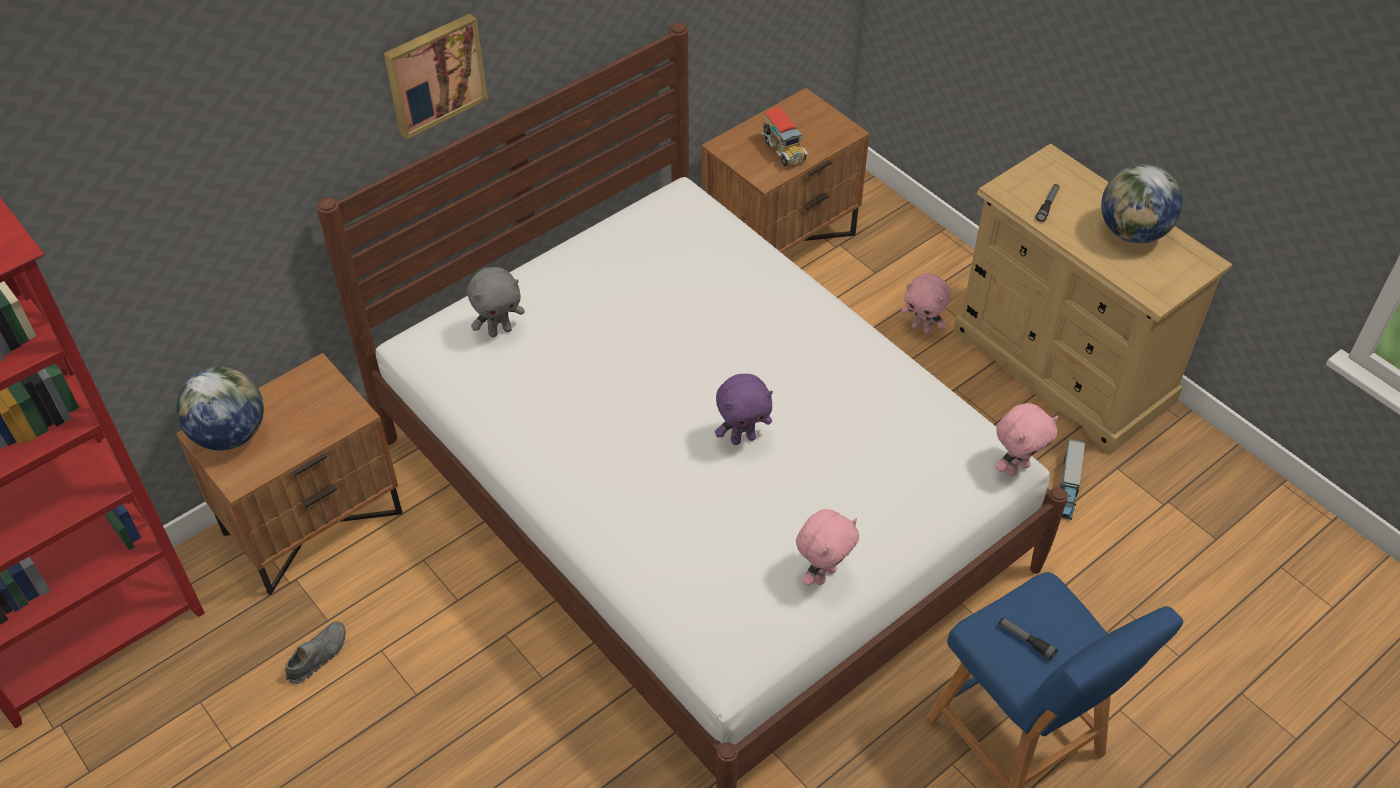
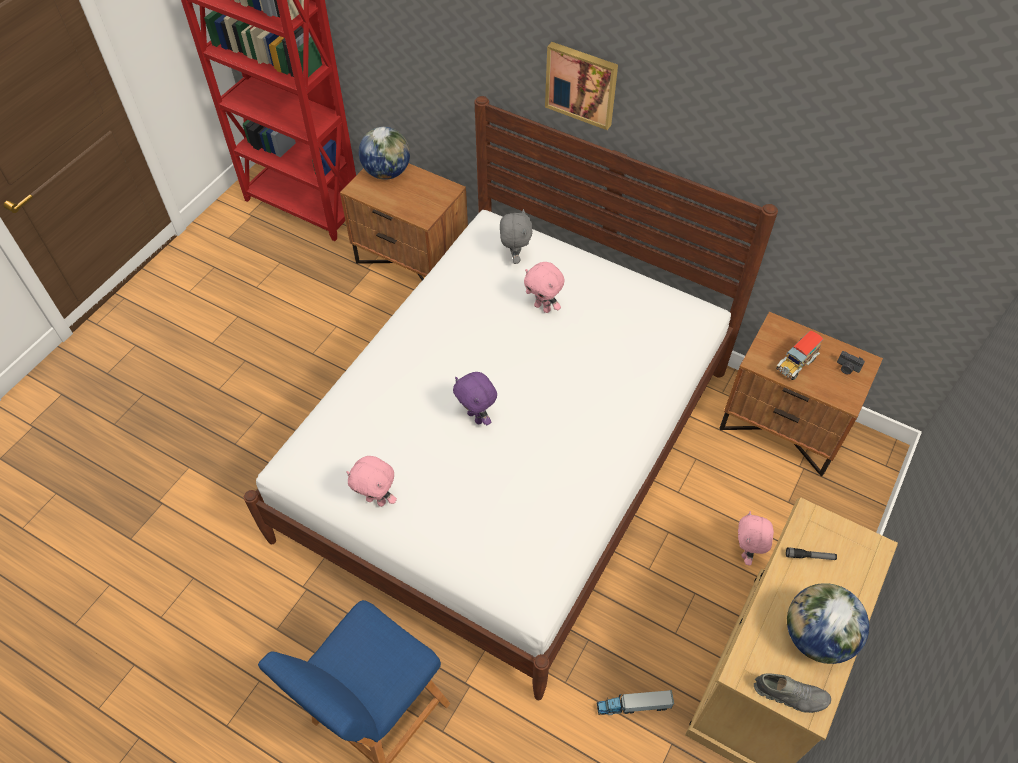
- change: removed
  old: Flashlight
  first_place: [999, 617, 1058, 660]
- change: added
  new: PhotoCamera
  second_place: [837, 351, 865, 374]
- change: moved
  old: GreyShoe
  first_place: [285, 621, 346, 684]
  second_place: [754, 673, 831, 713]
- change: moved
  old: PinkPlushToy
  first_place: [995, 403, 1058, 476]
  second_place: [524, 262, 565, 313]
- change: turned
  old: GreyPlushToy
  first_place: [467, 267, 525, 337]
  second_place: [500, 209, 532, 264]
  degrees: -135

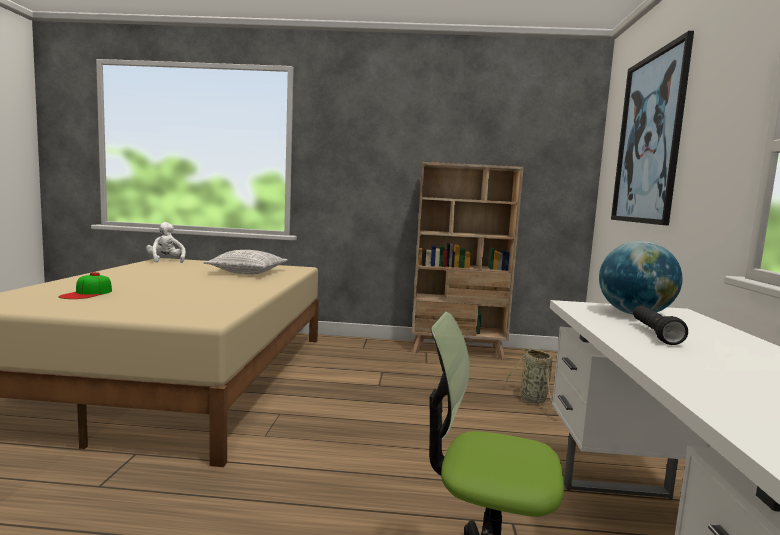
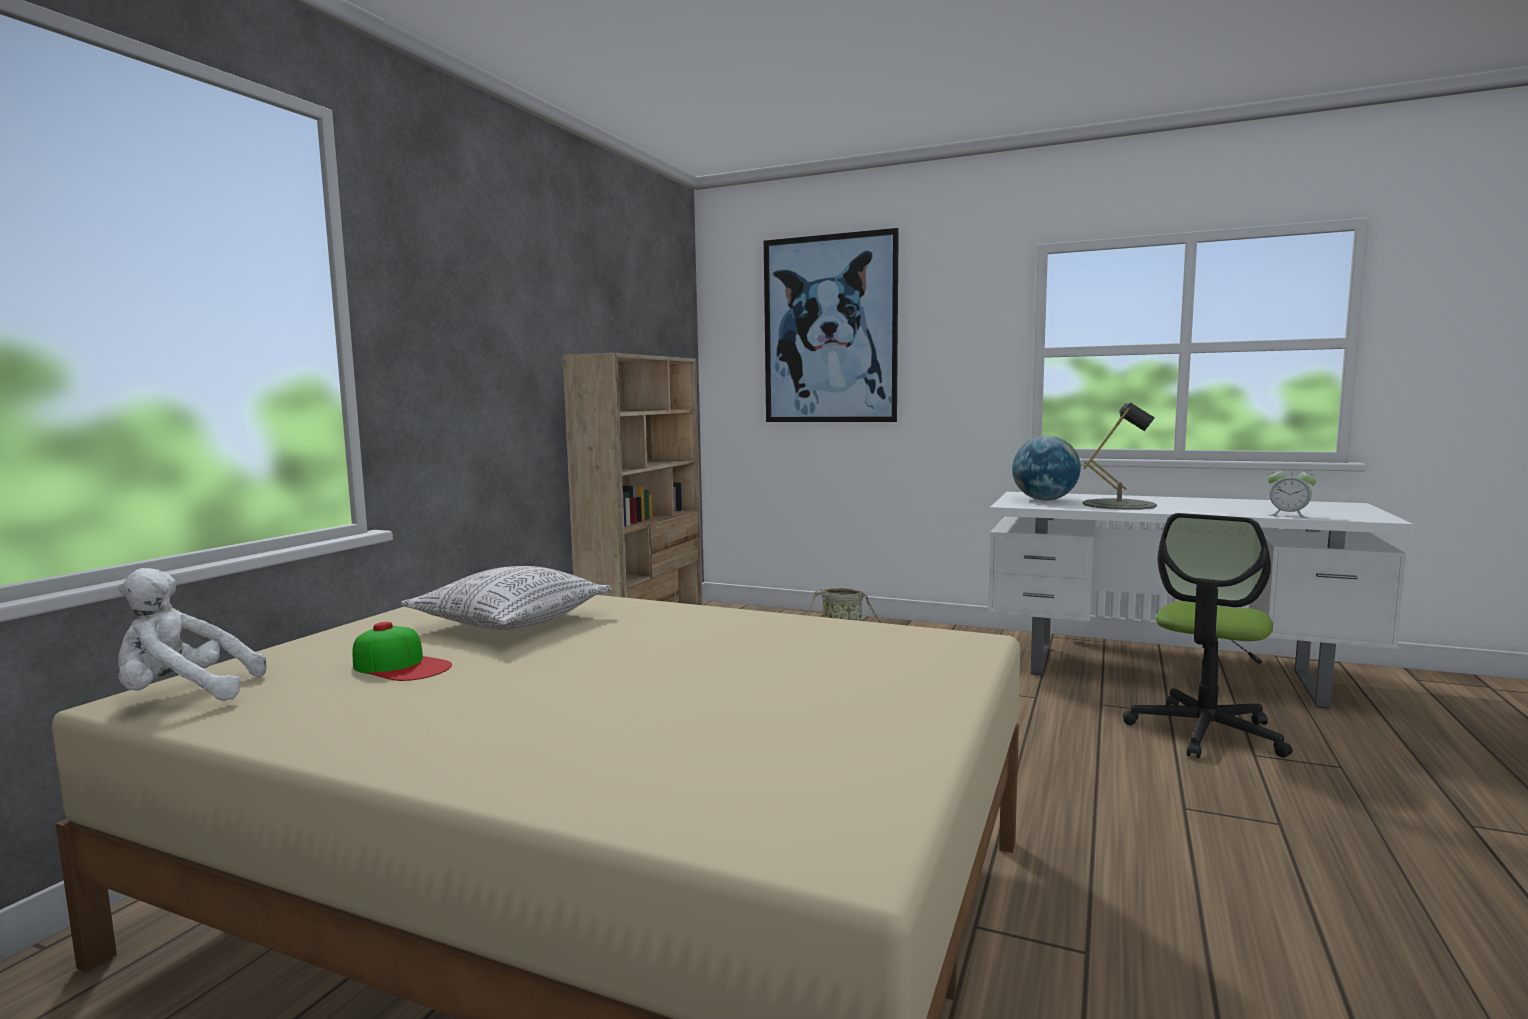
- change: added
  new: AlarmClock
  second_place: [1268, 465, 1316, 518]
- change: moved
  old: Cap
  first_place: [59, 272, 112, 299]
  second_place: [353, 622, 452, 681]
- change: replaced
  old: BlackFlashlight
  new: GreyTableLamp
  first_place: [633, 305, 688, 345]
  second_place: [1083, 402, 1157, 510]

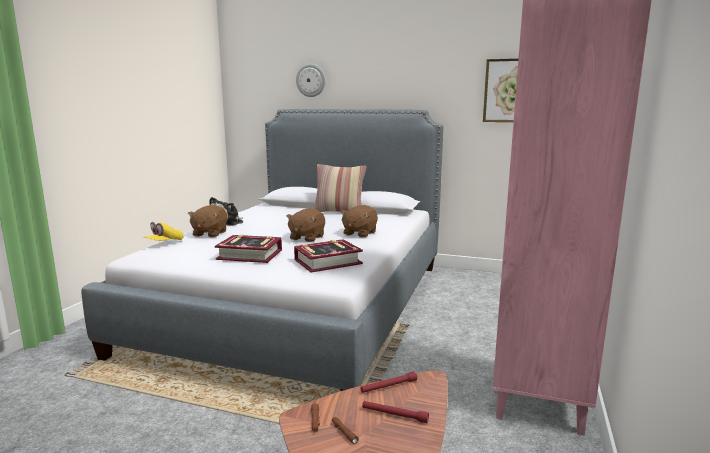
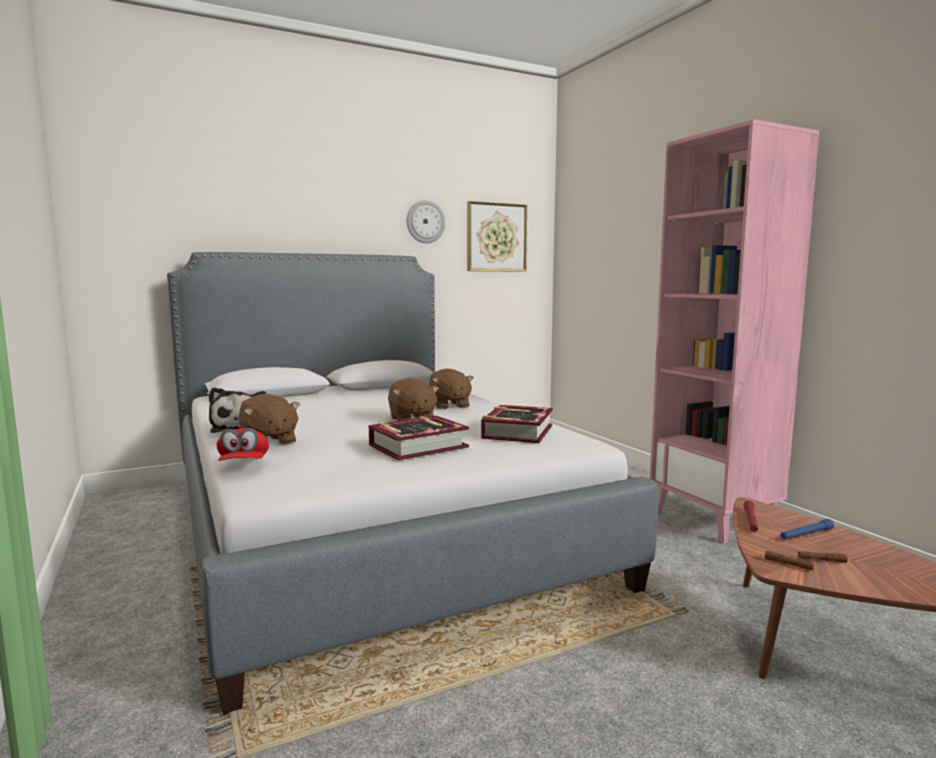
- change: removed
  old: Pillow
  first_place: [313, 164, 366, 212]
- change: moved
  old: WallClock
  first_place: [296, 64, 325, 97]
  second_place: [407, 200, 445, 243]
- change: recoloured
  old: YellowCap
  new: RedCap
  first_place: [144, 222, 184, 241]
  second_place: [216, 428, 269, 461]
- change: recoloured
  old: RedFlashlight
  new: BlueFlashlight
  first_place: [362, 401, 429, 423]
  second_place: [780, 519, 834, 540]

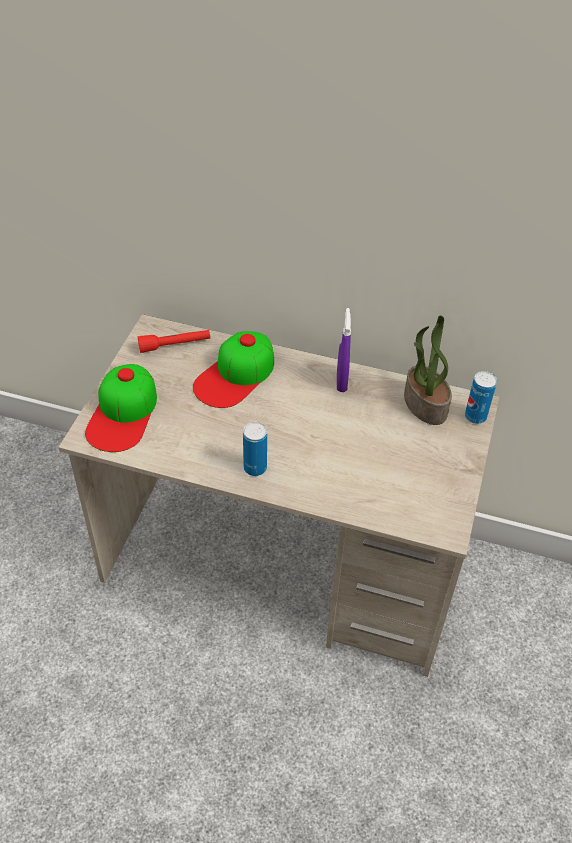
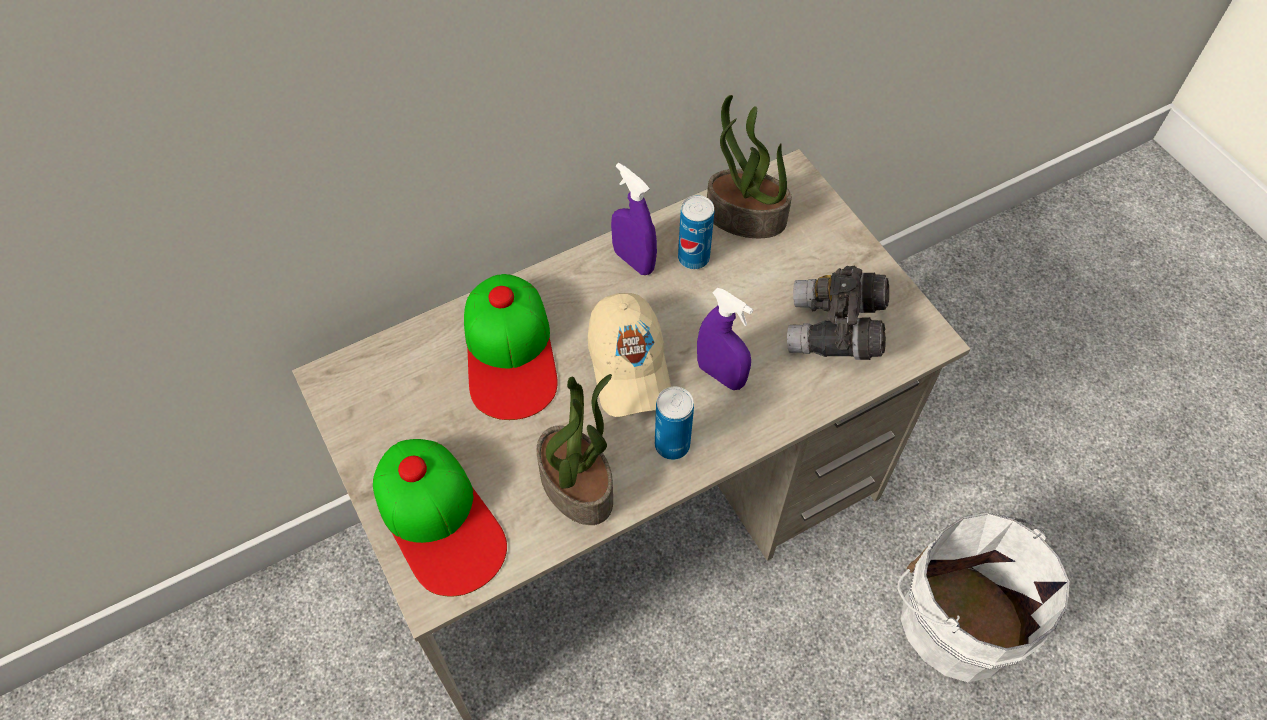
- change: removed
  old: RedFlashlight
  first_place: [138, 330, 210, 353]
- change: added
  new: PottedPlant
  second_place: [536, 374, 613, 525]
- change: added
  new: BeigeCap
  second_place: [588, 293, 671, 417]
- change: added
  new: PurpleSprayBottle
  second_place: [697, 288, 753, 390]
- change: added
  new: GreyBinoculars
  second_place: [787, 266, 889, 360]
- change: added
  new: WhiteBucket
  second_place: [897, 512, 1070, 682]
- change: moved
  old: Can
  first_place: [465, 371, 497, 424]
  second_place: [678, 195, 715, 269]

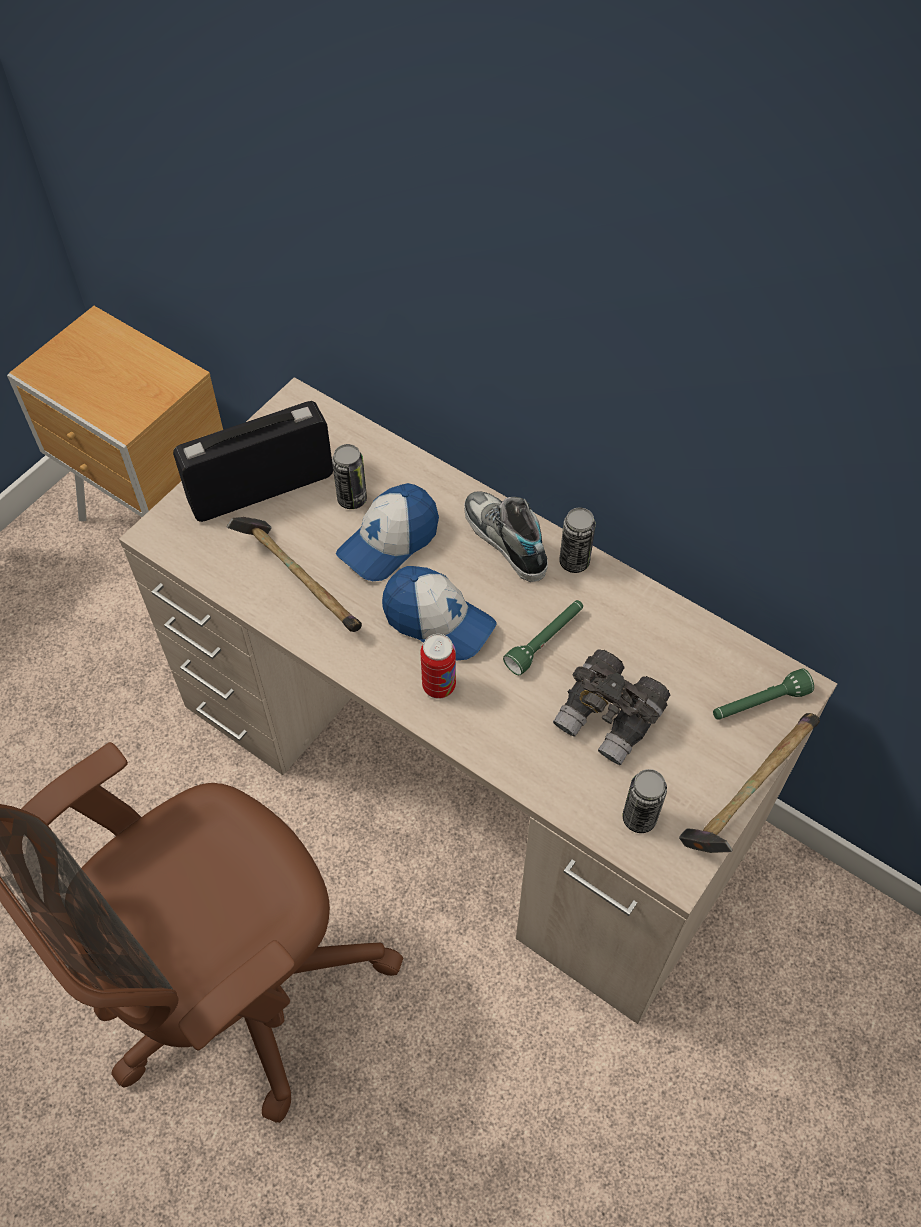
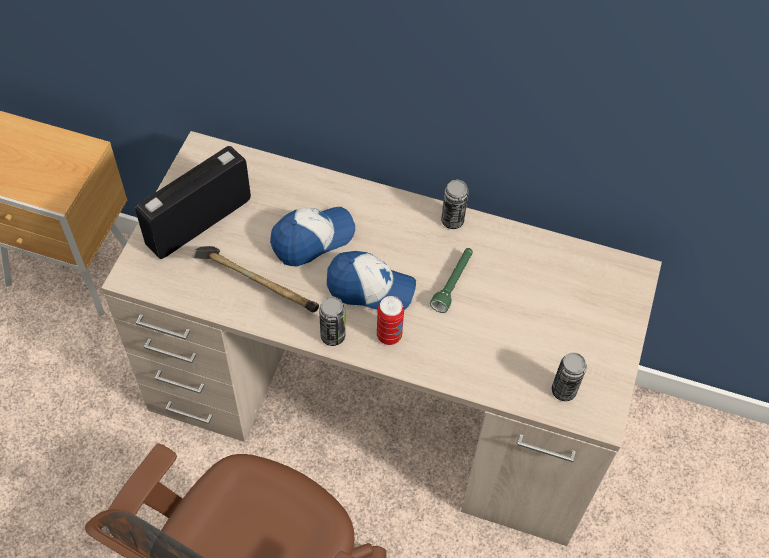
- change: removed
  old: Shoe
  first_place: [464, 491, 548, 582]
- change: removed
  old: GreyBinoculars
  first_place: [553, 649, 670, 765]
- change: removed
  old: Hammer
  first_place: [679, 713, 820, 853]
- change: removed
  old: GreenFlashlight
  first_place: [713, 669, 814, 720]
- change: moved
  old: Can
  first_place: [332, 444, 367, 509]
  second_place: [319, 297, 345, 346]
- change: turned
  old: Cap
  first_place: [336, 483, 439, 581]
  second_place: [270, 207, 355, 267]
  degrees: -150

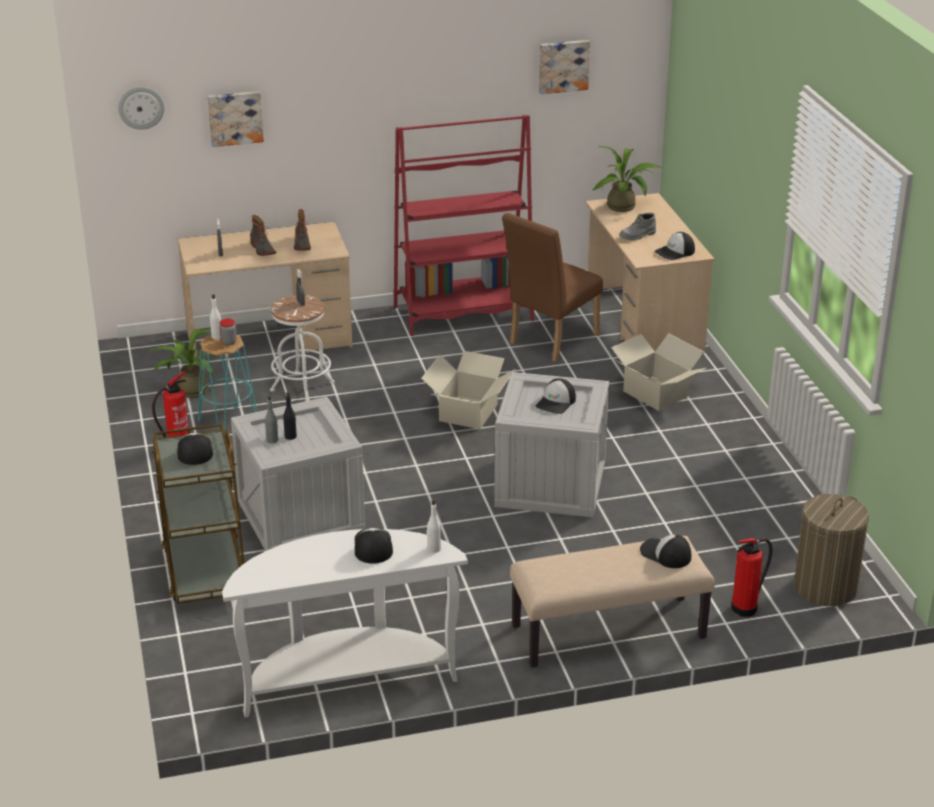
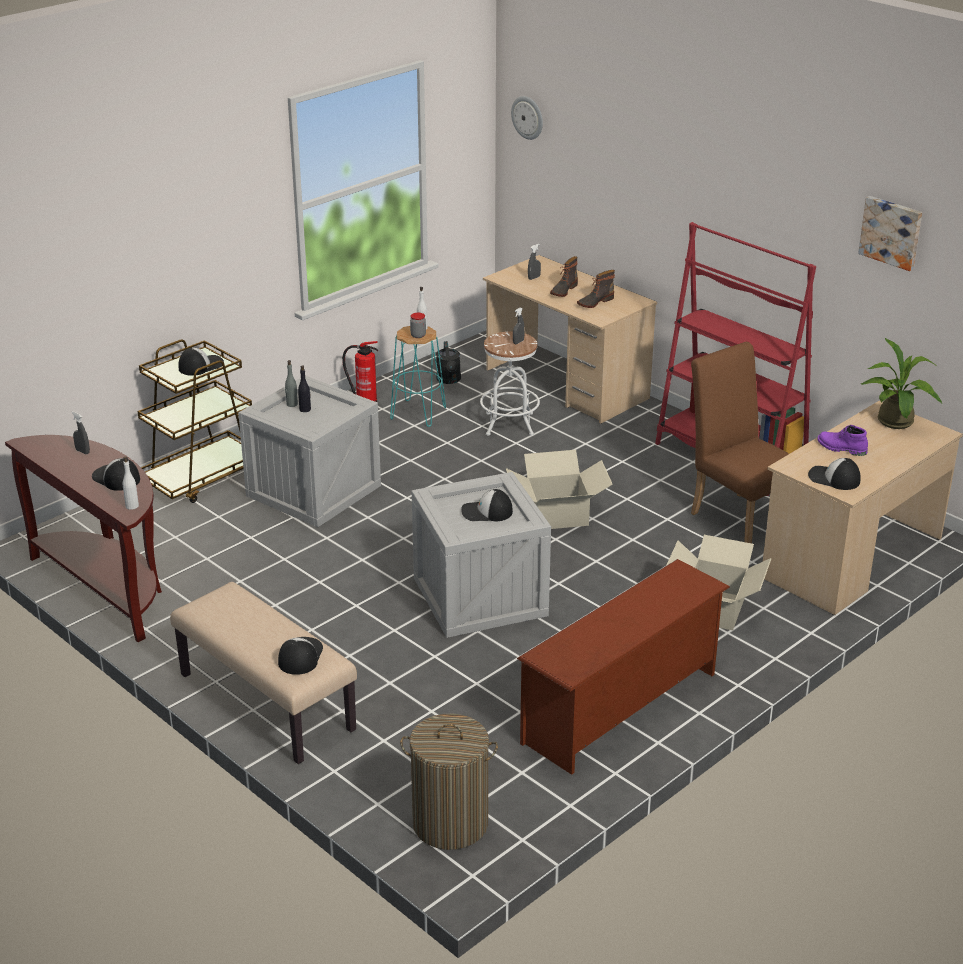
- change: removed
  old: Picture
  first_place: [207, 91, 264, 147]
- change: removed
  old: FireExtinguisher
  first_place: [731, 538, 773, 617]
- change: added
  new: GreySprayBottle
  second_place: [71, 411, 90, 454]
- change: added
  new: BrownShoeRack
  second_place: [517, 559, 730, 775]
- change: replaced
  old: PottedPlant
  new: BlackWateringCan
  first_place: [148, 328, 224, 398]
  second_place: [436, 341, 461, 384]
- change: recoloured
  old: WhiteConsoleTable
  new: BrownConsoleTable
  first_place: [222, 529, 468, 717]
  second_place: [5, 435, 162, 642]
- change: recoloured
  old: GreyBoot
  new: PurpleBoot
  first_place: [619, 213, 656, 240]
  second_place: [817, 425, 868, 456]
- change: turned
  old: Cap
  first_place: [355, 528, 393, 564]
  second_place: [92, 458, 140, 491]
  degrees: -105
- change: turned
  old: BrownChair
  first_place: [502, 213, 603, 362]
  second_place: [691, 342, 789, 543]
  degrees: 45

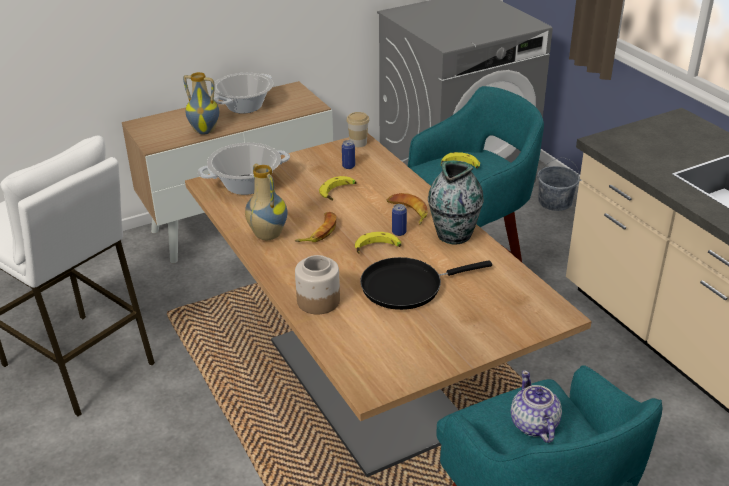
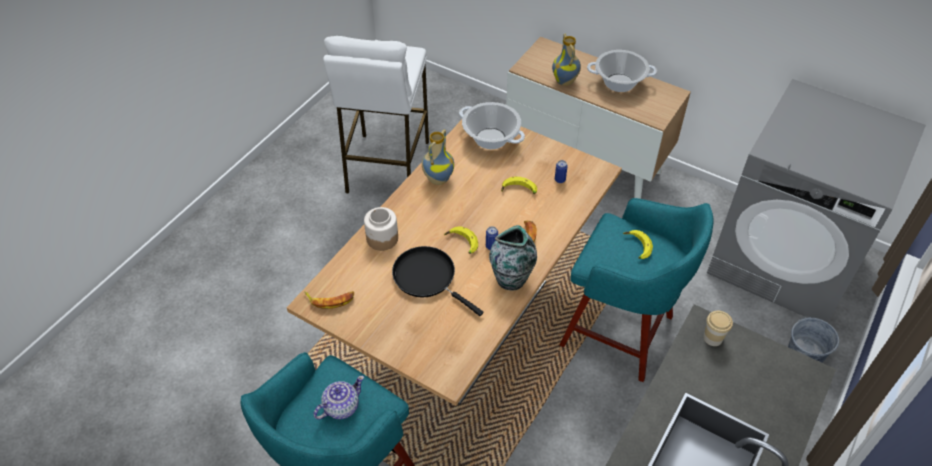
- change: moved
  old: Banana
  first_place: [295, 212, 336, 242]
  second_place: [304, 291, 354, 309]
- change: moved
  old: Cup
  first_place: [346, 112, 369, 147]
  second_place: [704, 311, 733, 346]

